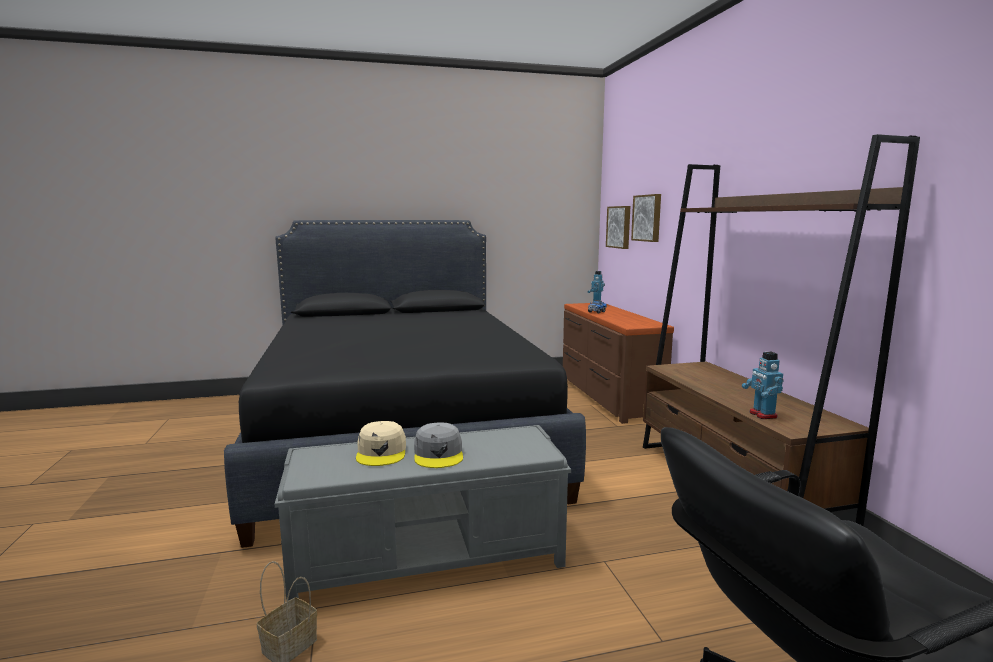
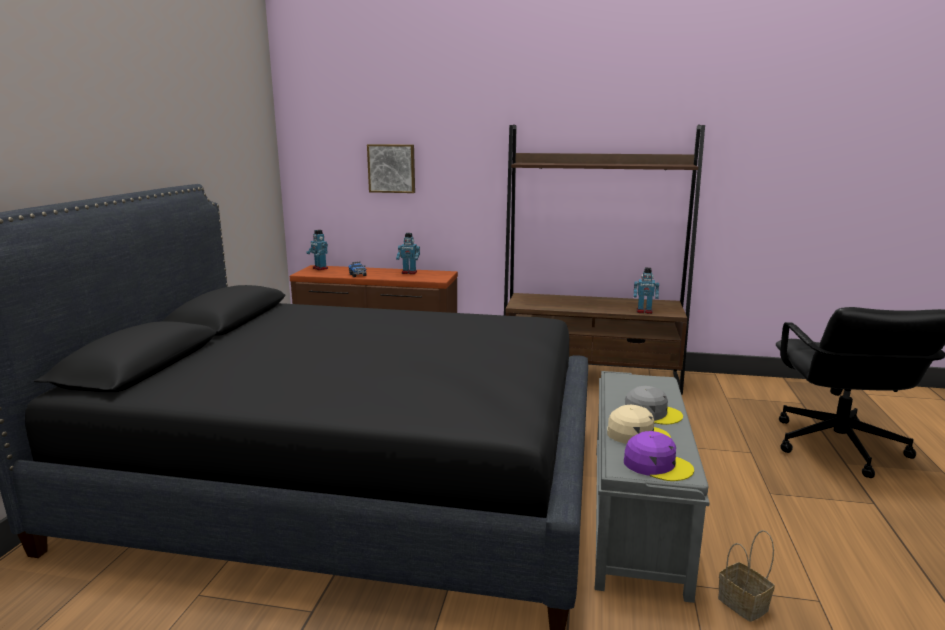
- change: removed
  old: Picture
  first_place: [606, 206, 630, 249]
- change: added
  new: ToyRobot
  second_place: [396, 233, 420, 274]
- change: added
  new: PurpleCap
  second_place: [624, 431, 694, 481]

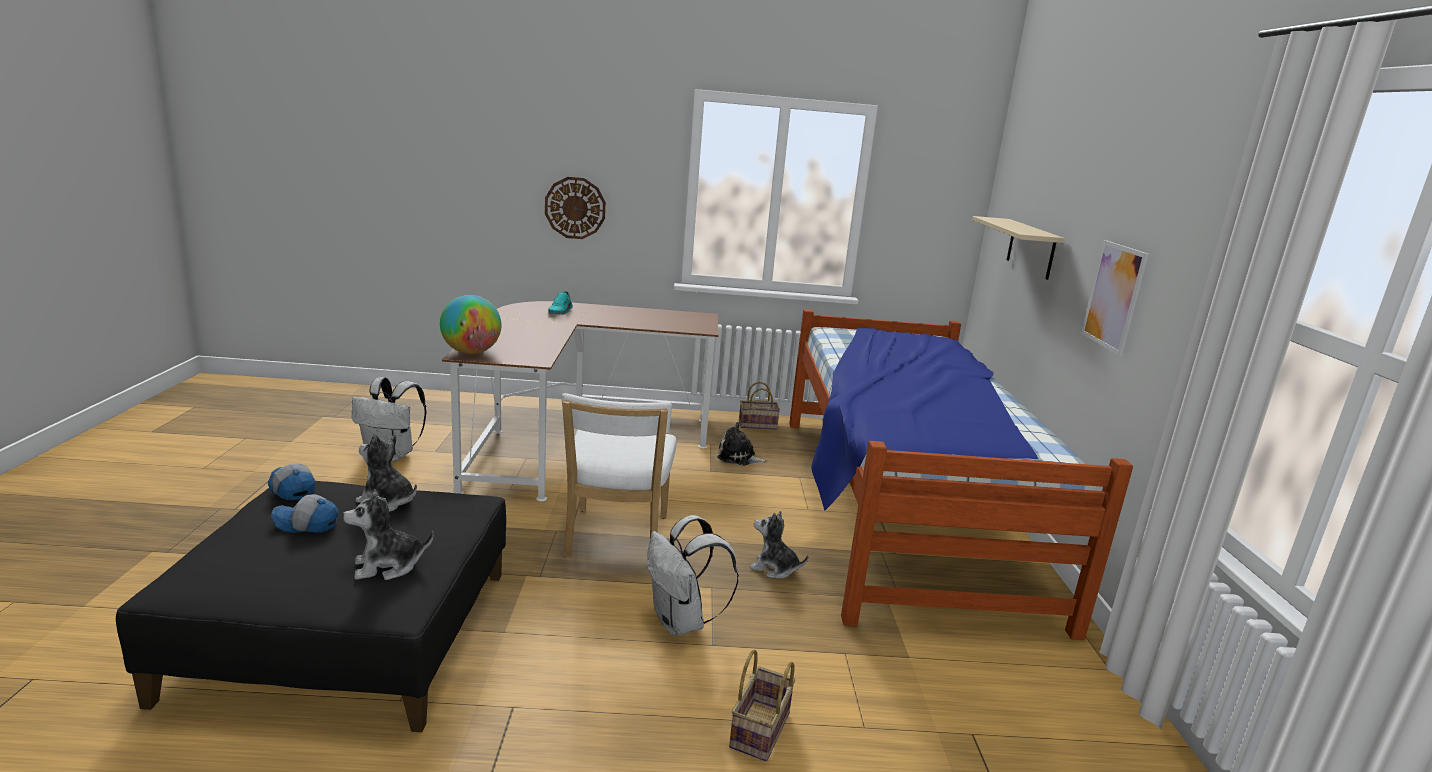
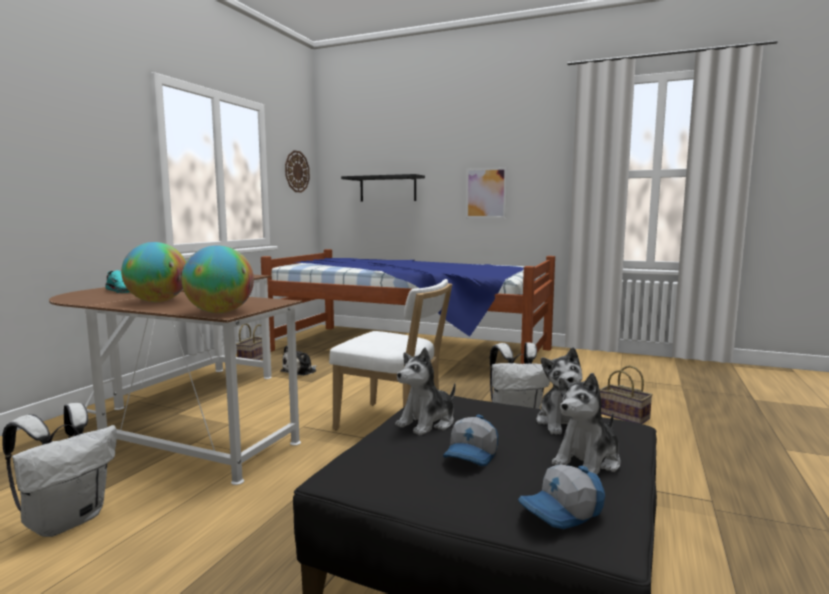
- change: added
  new: Globe
  second_place: [121, 242, 186, 302]
- change: moved
  old: Cap
  first_place: [268, 464, 315, 500]
  second_place: [518, 464, 605, 529]
- change: moved
  old: WallClock
  first_place: [545, 177, 606, 239]
  second_place: [285, 150, 310, 193]
- change: moved
  old: PlushToy
  first_place: [750, 511, 808, 579]
  second_place: [552, 373, 621, 474]
- change: recoloured
  old: BeigeShelf
  new: BlackShelf
  first_place: [972, 216, 1065, 280]
  second_place: [341, 174, 425, 202]

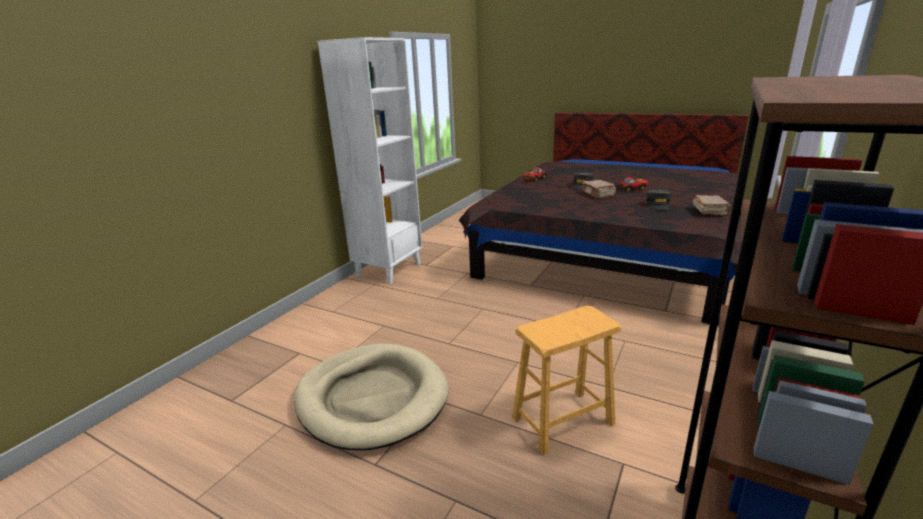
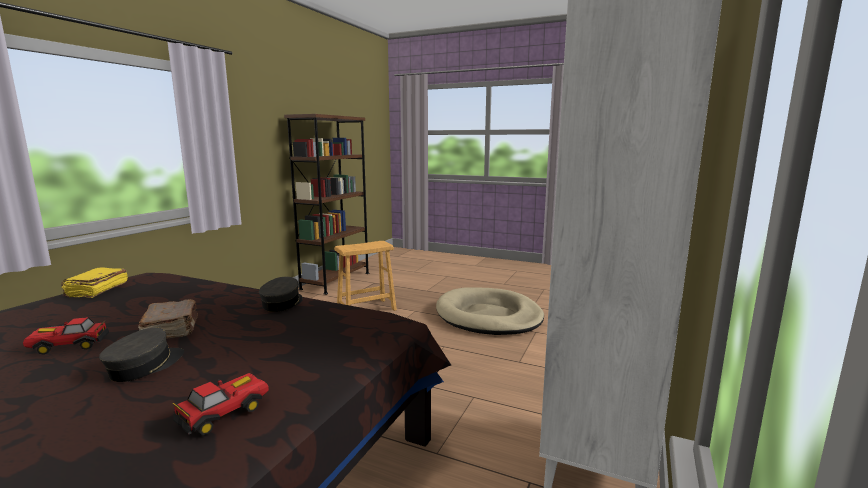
- change: moved
  old: GreyCap
  first_place: [646, 190, 672, 210]
  second_place: [259, 276, 303, 312]
- change: recoloured
  old: BrownBook
  new: YellowBook
  first_place: [693, 195, 731, 215]
  second_place: [61, 267, 128, 298]

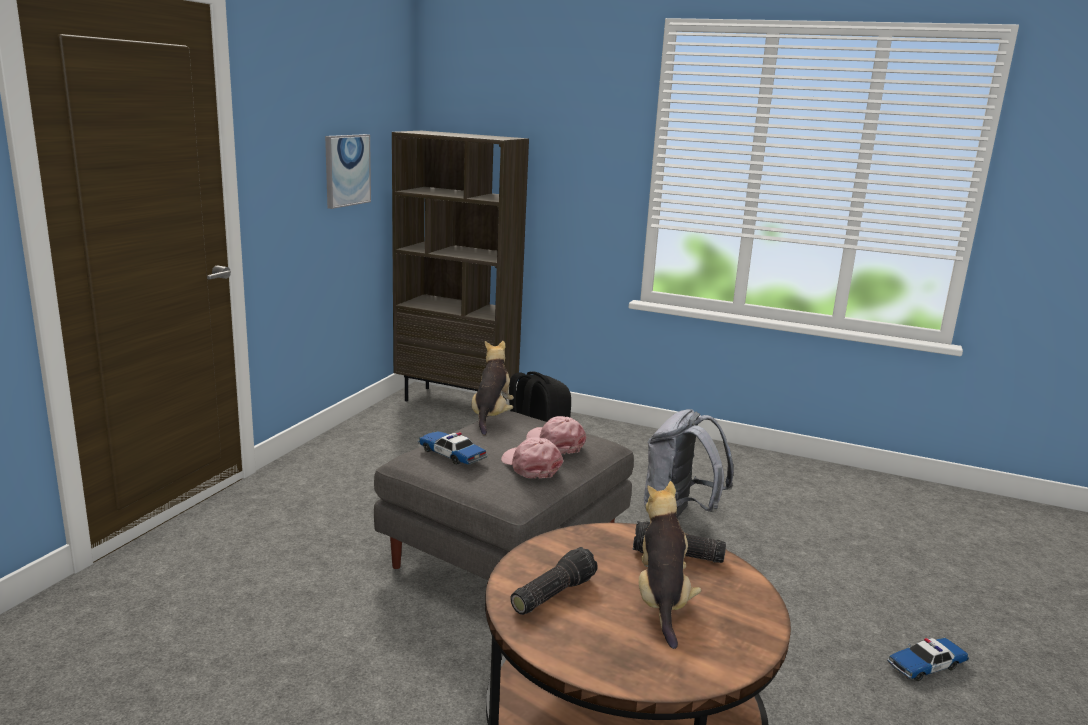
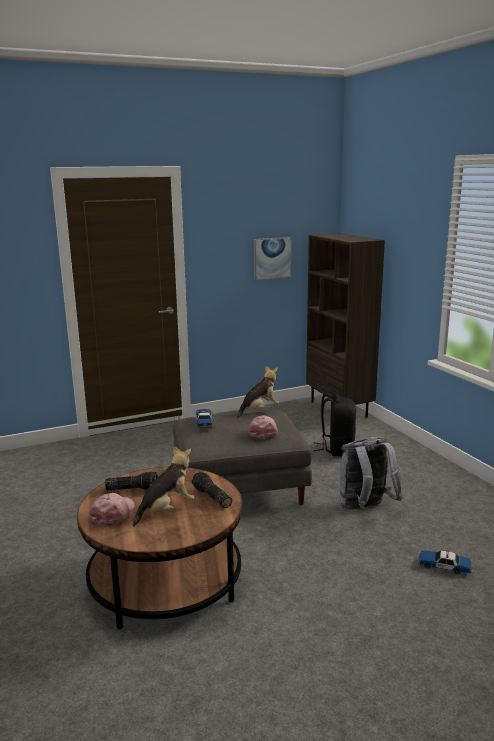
- change: moved
  old: PinkCap
  first_place: [501, 437, 563, 478]
  second_place: [89, 493, 135, 526]
- change: moved
  old: ToyCar
  first_place: [887, 638, 969, 681]
  second_place: [418, 550, 472, 574]

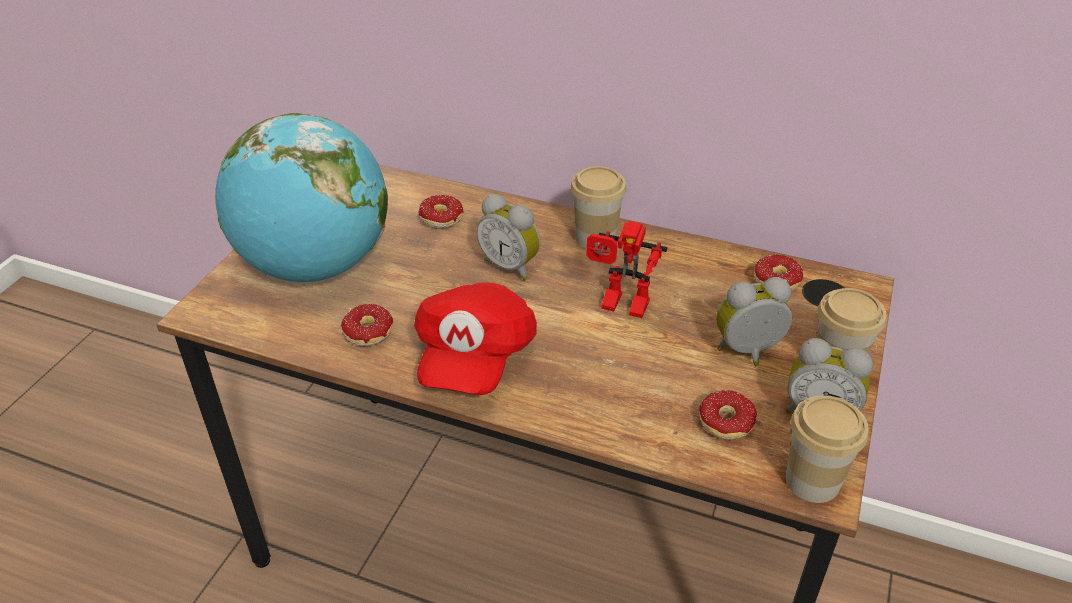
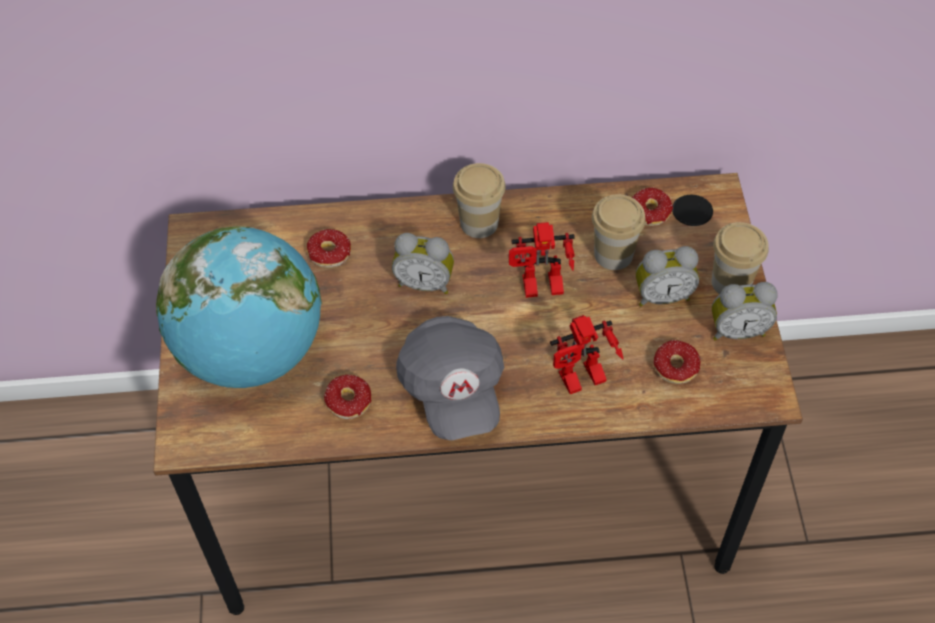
- change: added
  new: ToyRobot
  second_place: [550, 315, 623, 394]
- change: moved
  old: Cup
  first_place: [786, 396, 868, 503]
  second_place: [592, 194, 646, 270]
- change: recoloured
  old: RedCap
  new: GreyCap
  first_place: [414, 283, 537, 395]
  second_place: [396, 316, 504, 440]
- change: turned
  old: AlarmClock
  first_place: [716, 277, 792, 366]
  second_place: [636, 246, 699, 307]
  degrees: -150

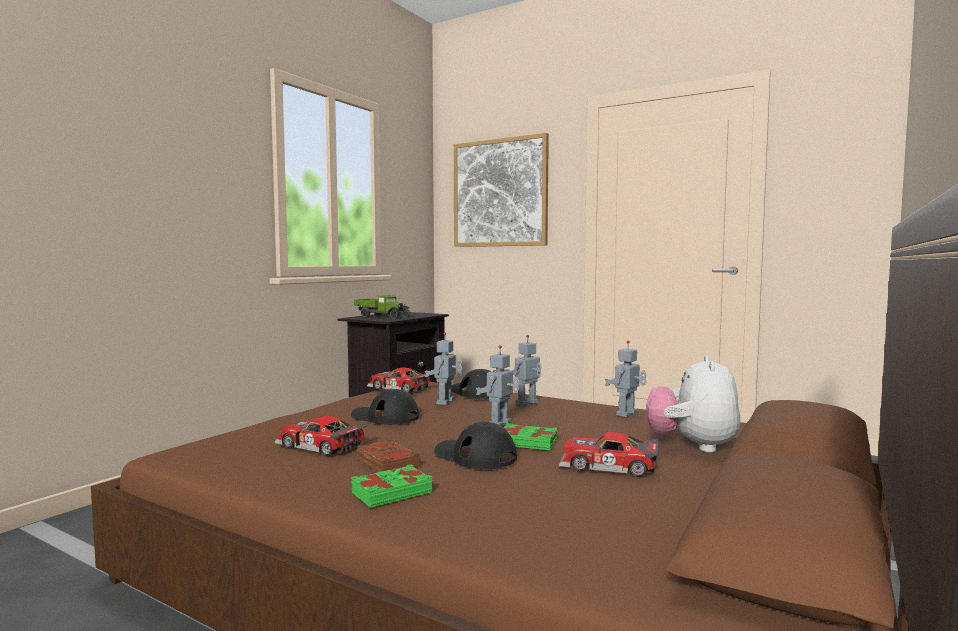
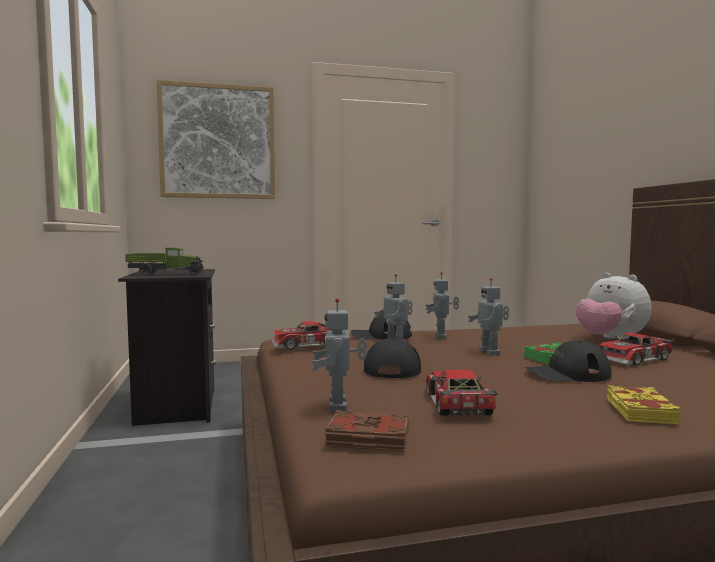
- change: moved
  old: BrownBook
  first_place: [357, 439, 420, 472]
  second_place: [325, 410, 409, 452]
- change: moved
  old: ToyRobot
  first_place: [605, 341, 647, 417]
  second_place: [311, 298, 367, 412]
- change: recoloured
  old: GreenBook
  new: YellowBook
  first_place: [351, 464, 432, 508]
  second_place: [607, 385, 680, 424]
- change: turned
  old: ToyCar
  first_place: [275, 416, 367, 456]
  second_place: [425, 370, 497, 417]
  degrees: 105
- change: turned
  old: BlackCap
  first_place: [351, 389, 419, 425]
  second_place: [364, 338, 421, 379]
  degrees: 120

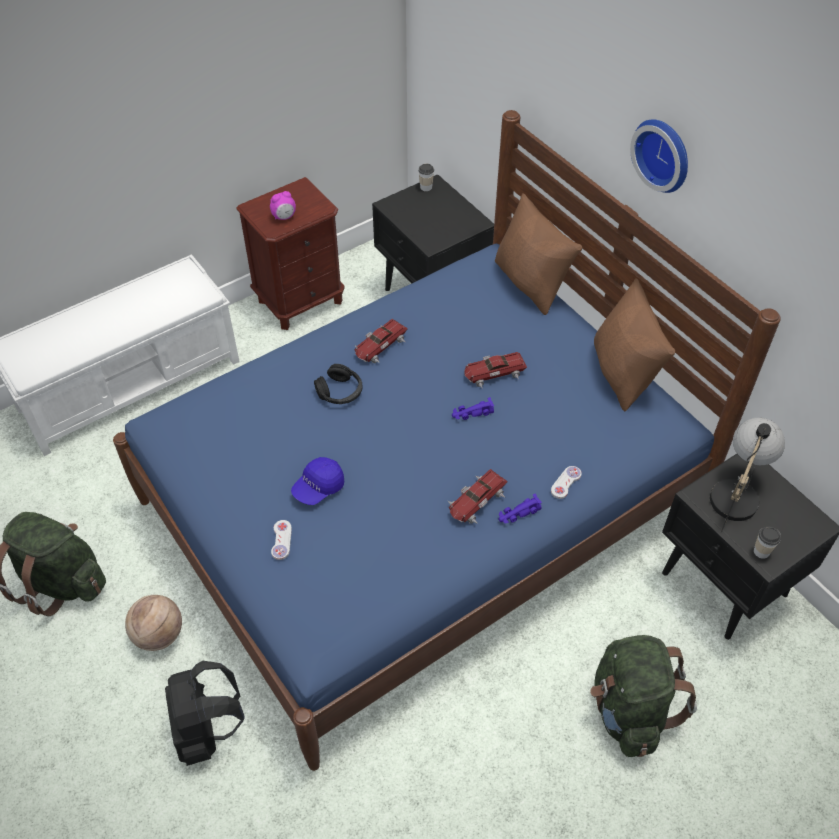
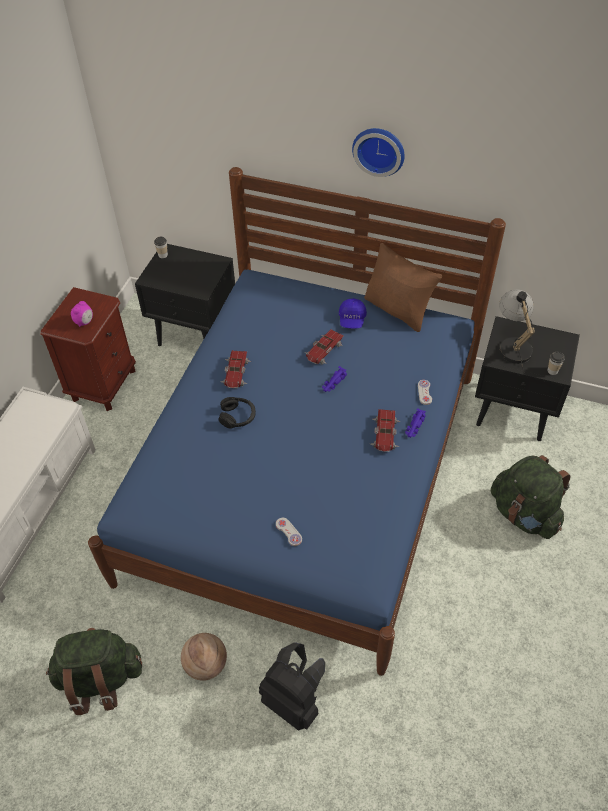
- change: removed
  old: BrownPillow
  first_place: [495, 193, 582, 315]
- change: moved
  old: BlueCap
  first_place: [291, 457, 344, 505]
  second_place: [339, 298, 367, 329]

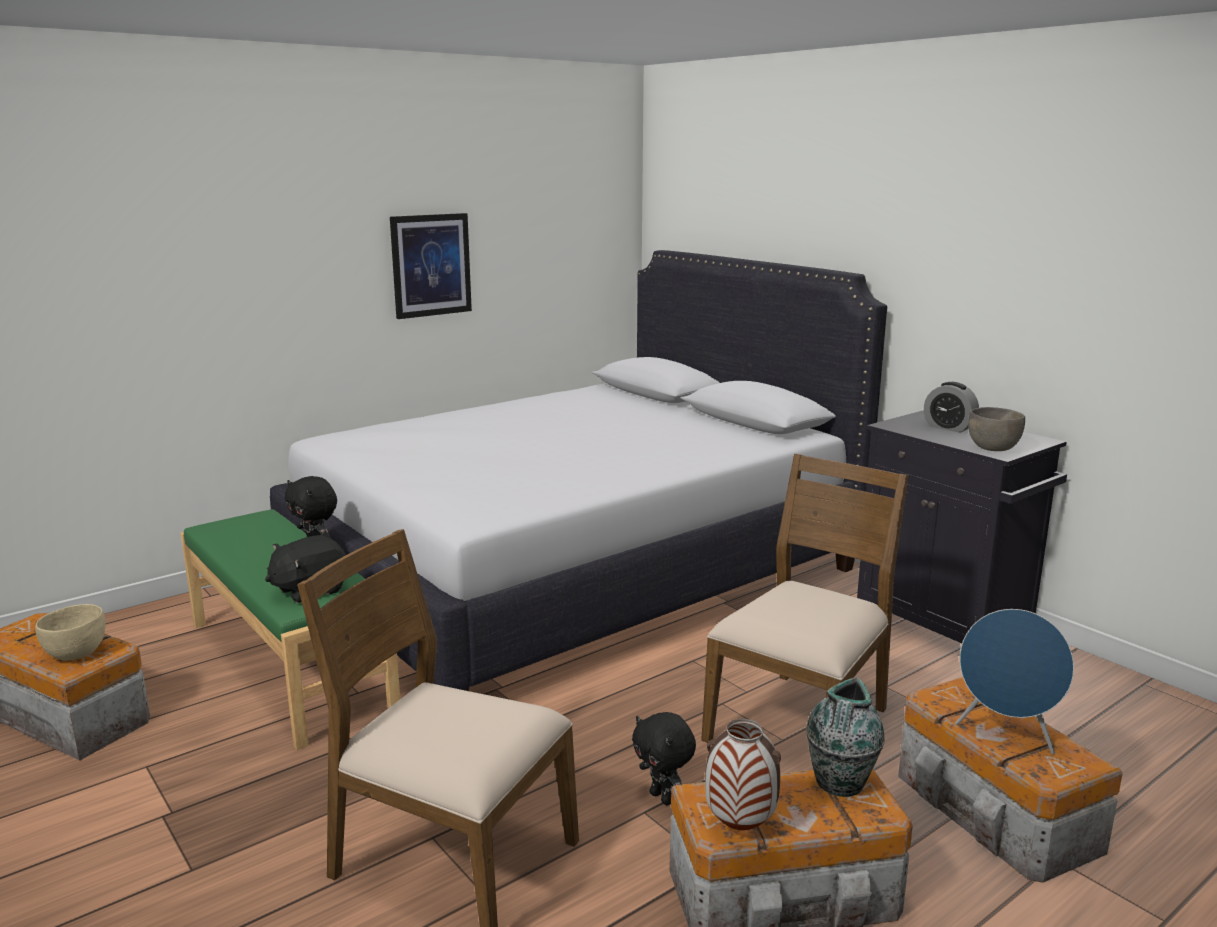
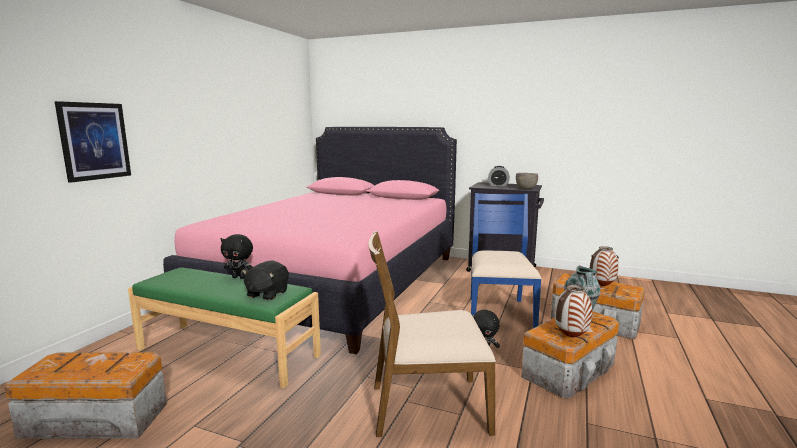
- change: removed
  old: BeigeBowl
  first_place: [35, 604, 106, 660]
- change: moved
  old: Picture
  first_place: [390, 213, 472, 319]
  second_place: [55, 101, 131, 183]
- change: replaced
  old: BlueSpeaker
  new: Vase
  first_place: [955, 609, 1074, 755]
  second_place: [590, 246, 619, 286]
- change: recoloured
  old: WhiteBed
  new: PinkBed
  first_place: [270, 250, 887, 691]
  second_place: [163, 127, 457, 354]
- change: recoloured
  old: BrownChair
  new: BlueChair
  first_place: [701, 454, 908, 743]
  second_place: [471, 193, 542, 328]

